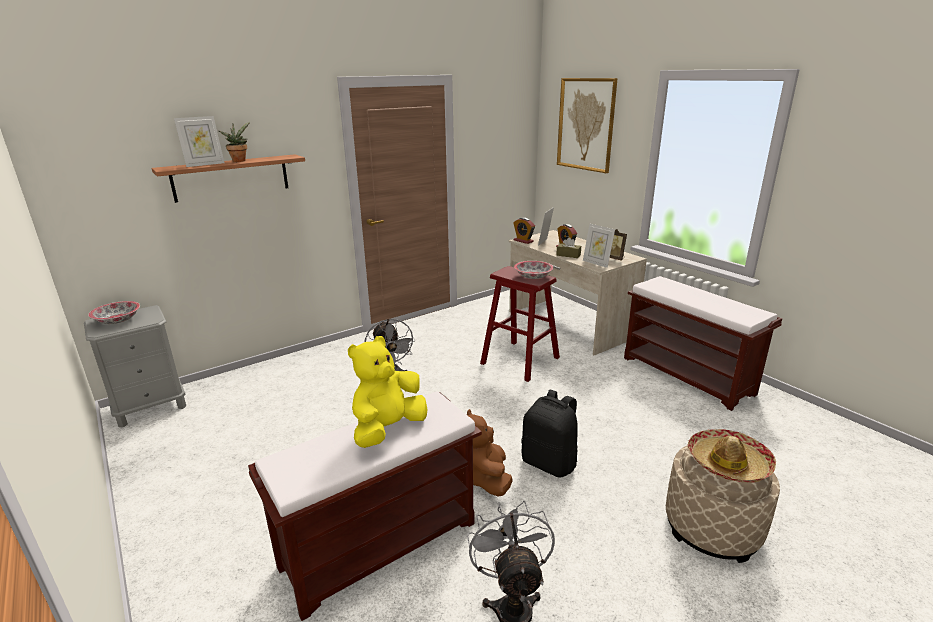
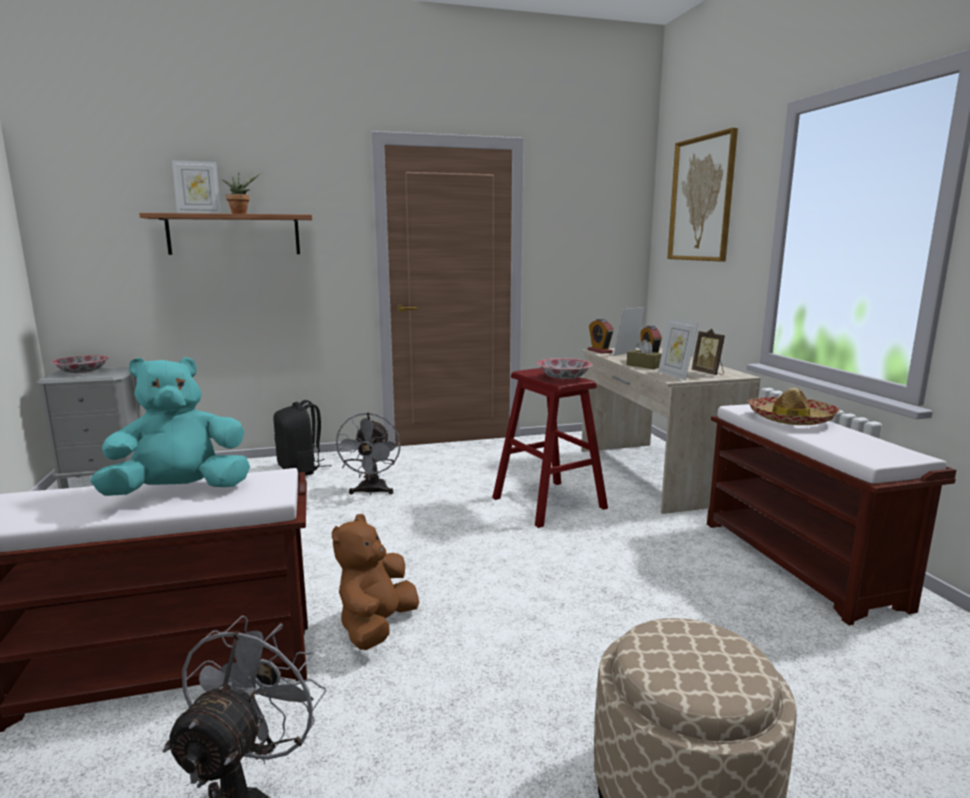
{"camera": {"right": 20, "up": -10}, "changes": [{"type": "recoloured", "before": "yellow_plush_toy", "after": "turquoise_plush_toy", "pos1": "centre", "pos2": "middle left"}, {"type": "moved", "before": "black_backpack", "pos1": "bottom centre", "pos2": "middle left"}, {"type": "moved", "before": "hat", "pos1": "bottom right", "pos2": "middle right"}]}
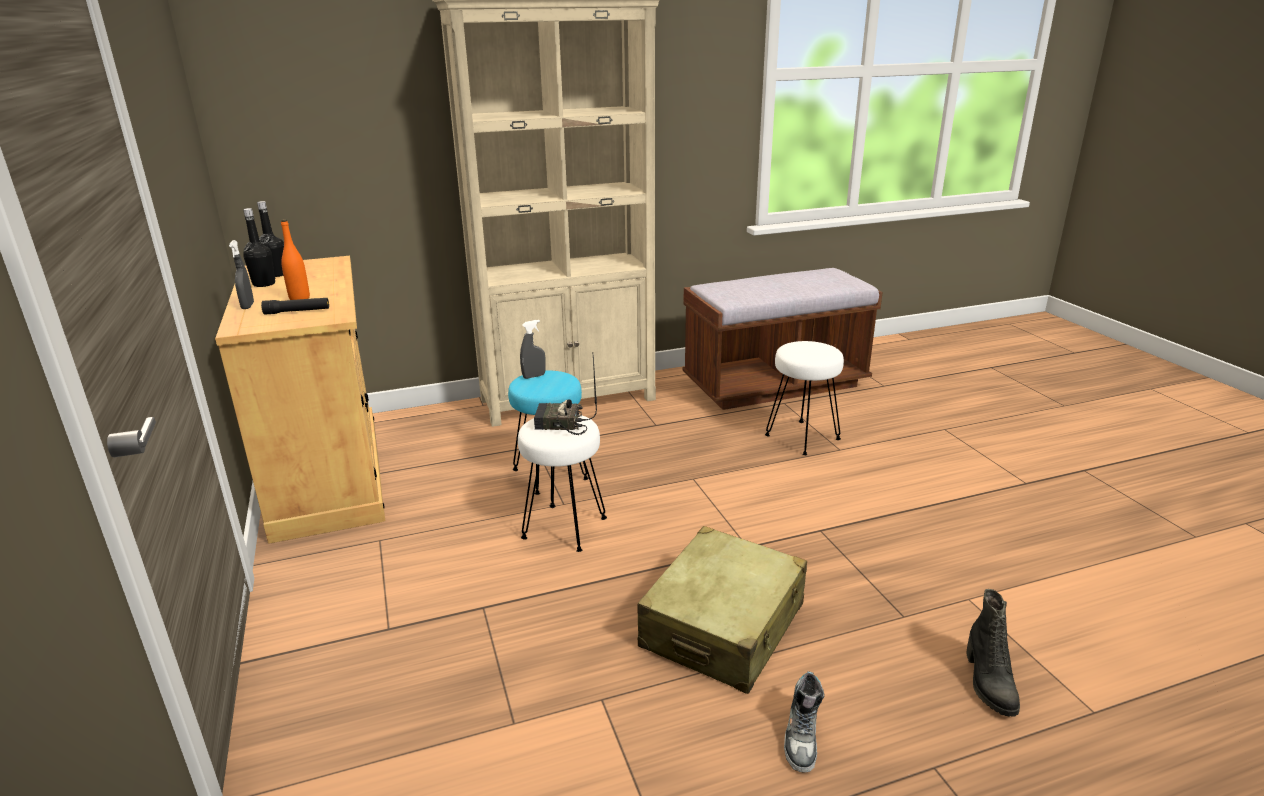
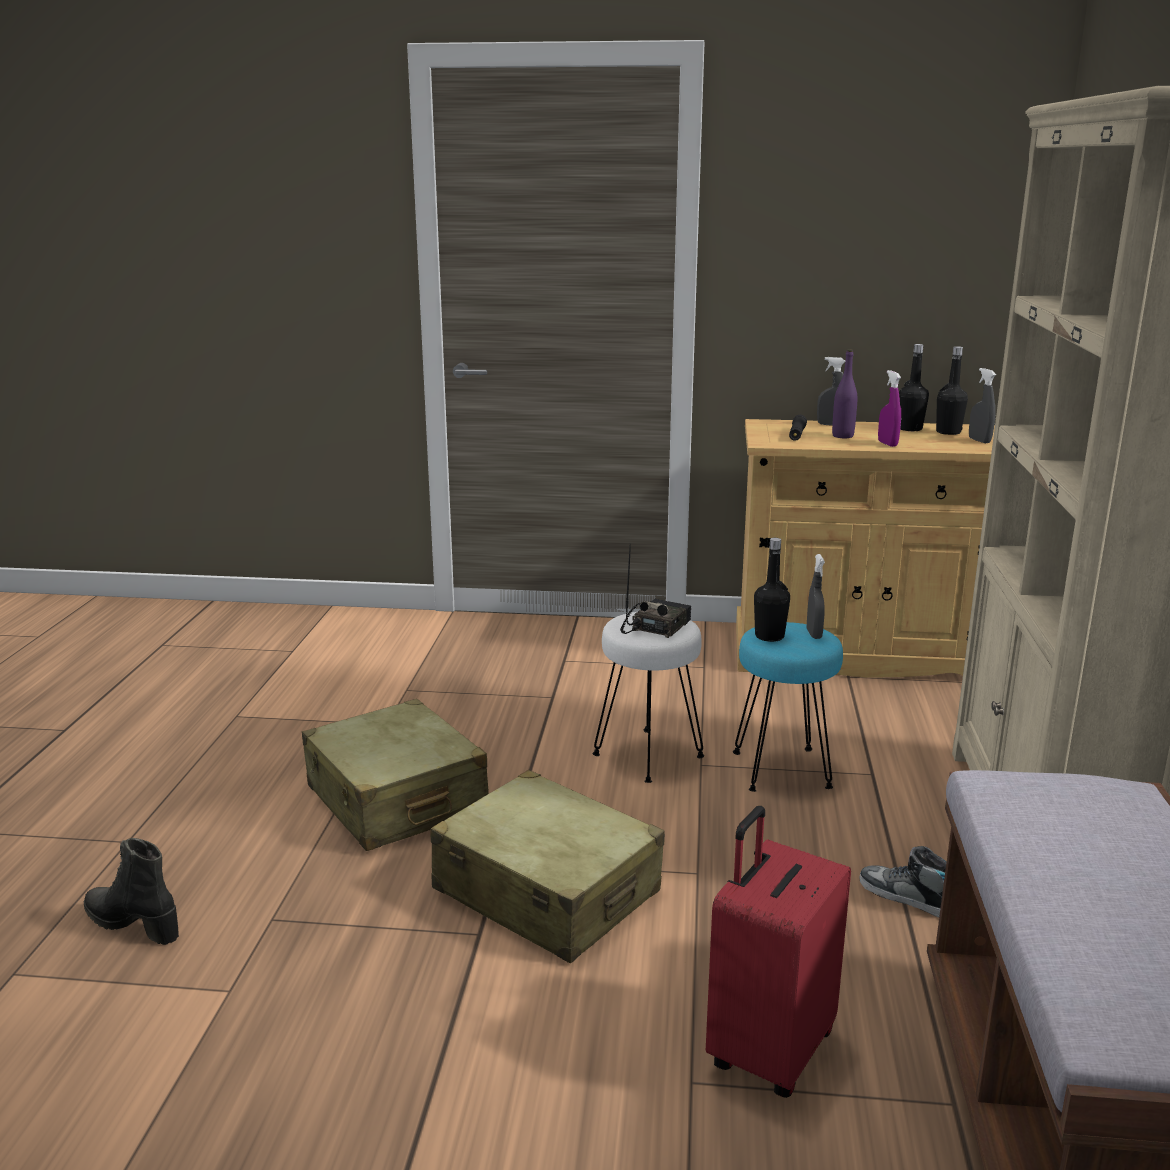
{"camera": {"right": 115, "up": -5}, "changes": [{"type": "added", "after": "beige_suitcase (2nd from left)", "pos2": "bottom centre"}, {"type": "replaced", "before": "white_stool (2nd from left)", "after": "red_suitcase", "pos1": "centre", "pos2": "bottom centre"}, {"type": "added", "after": "black_bottle (1st from left)", "pos2": "centre"}, {"type": "recoloured", "before": "orange_bottle", "after": "purple_bottle", "pos1": "top left", "pos2": "middle right"}, {"type": "moved", "before": "shoe", "pos1": "bottom centre", "pos2": "bottom right"}, {"type": "added", "after": "purple_spray_bottle", "pos2": "middle right"}, {"type": "added", "after": "grey_spray_bottle (3rd from left)", "pos2": "middle right"}]}
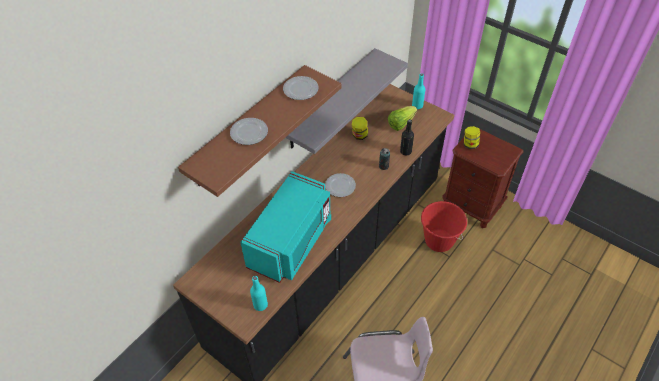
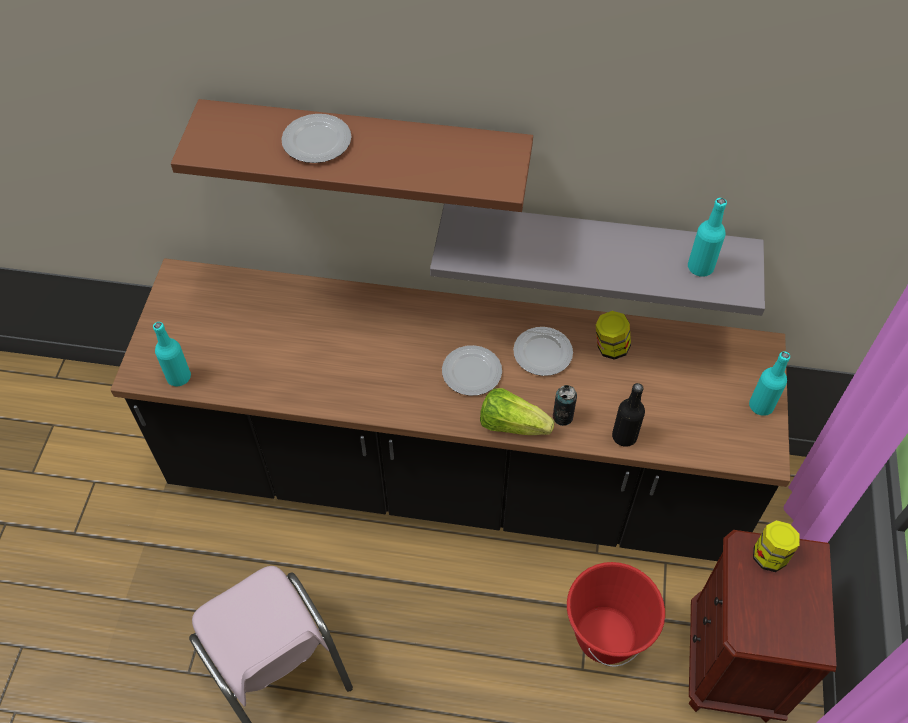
{"camera": {"right": 60, "up": 5}, "changes": [{"type": "moved", "before": "lettuce", "pos1": "top centre", "pos2": "centre"}, {"type": "moved", "before": "plate (2nd from left in the first image)", "after": "plate (3rd from left)", "pos1": "top centre", "pos2": "centre"}, {"type": "added", "after": "turquoise_bottle (2nd from left)", "pos2": "top right"}, {"type": "removed", "before": "turquoise_microwave", "pos1": "centre"}]}
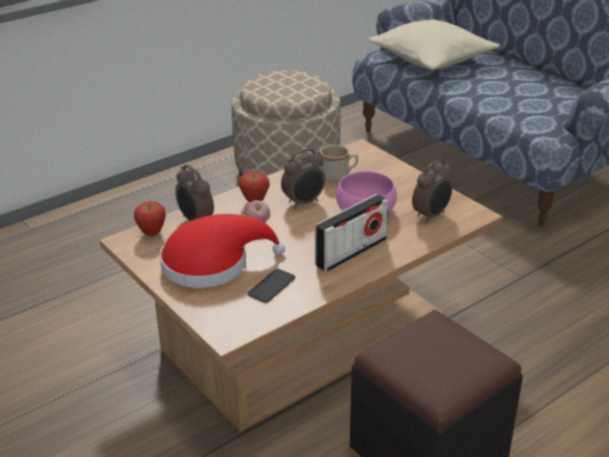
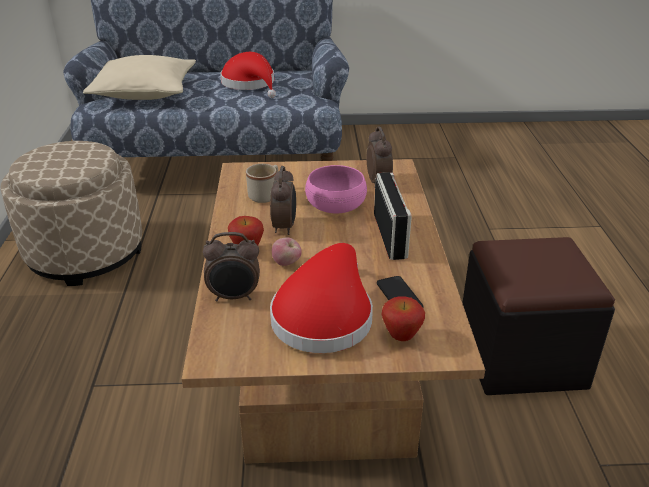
{"camera": {"right": -55, "up": 0}, "changes": [{"type": "added", "after": "red_hat (1st from left)", "pos2": "top centre"}, {"type": "moved", "before": "apple (1st from left in the first image)", "after": "apple (3rd from left)", "pos1": "middle left", "pos2": "centre"}]}
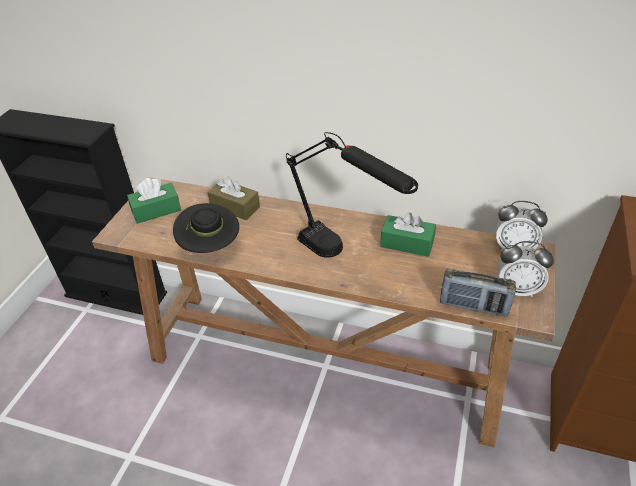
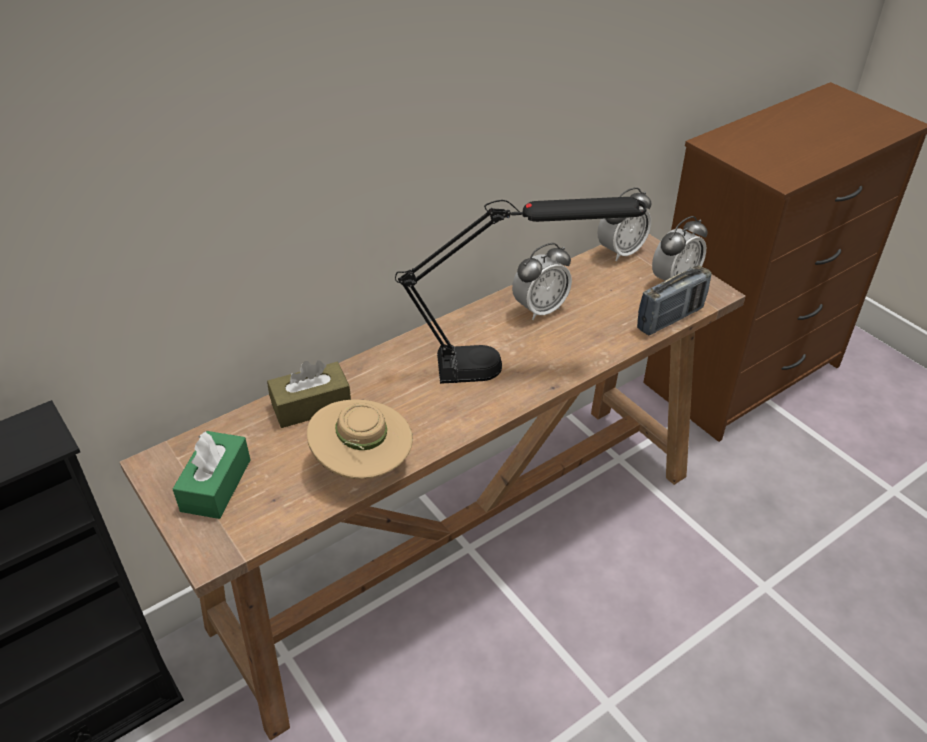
{"camera": {"right": -55, "up": 0}, "changes": [{"type": "recoloured", "before": "black_hat", "after": "beige_hat", "pos1": "middle left", "pos2": "centre"}, {"type": "replaced", "before": "green_tissue_box (2nd from left)", "after": "alarm_clock (1st from left)", "pos1": "centre", "pos2": "centre"}]}
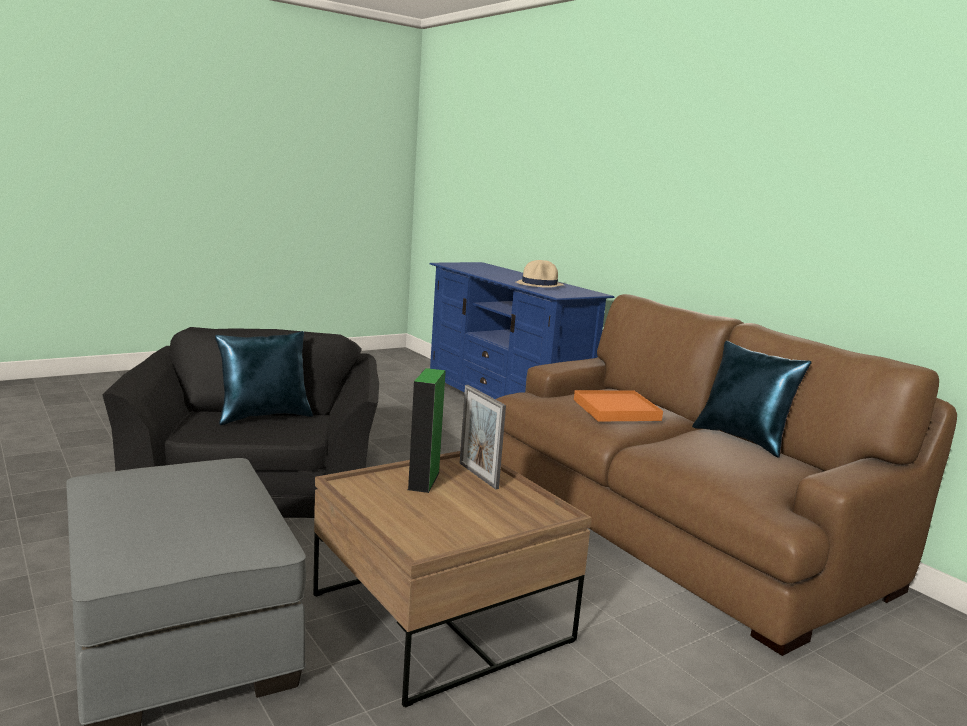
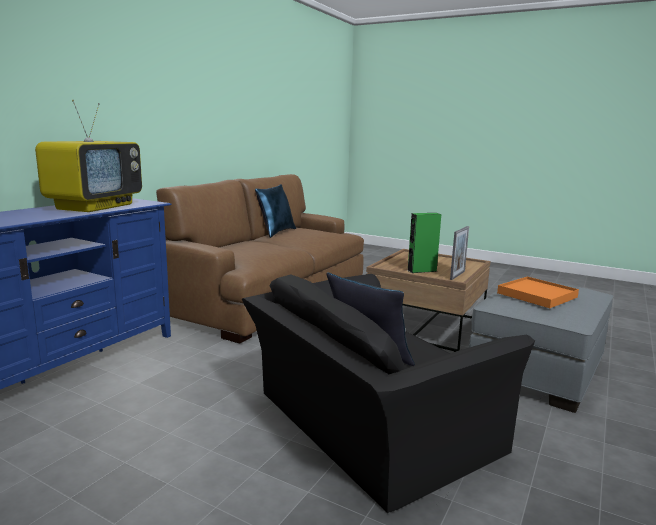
{"camera": {"right": -115, "up": 0}, "changes": [{"type": "replaced", "before": "beige_hat", "after": "television", "pos1": "centre", "pos2": "top left"}, {"type": "moved", "before": "picture_frame", "pos1": "centre", "pos2": "middle right"}, {"type": "moved", "before": "orange_tray", "pos1": "centre", "pos2": "middle right"}]}
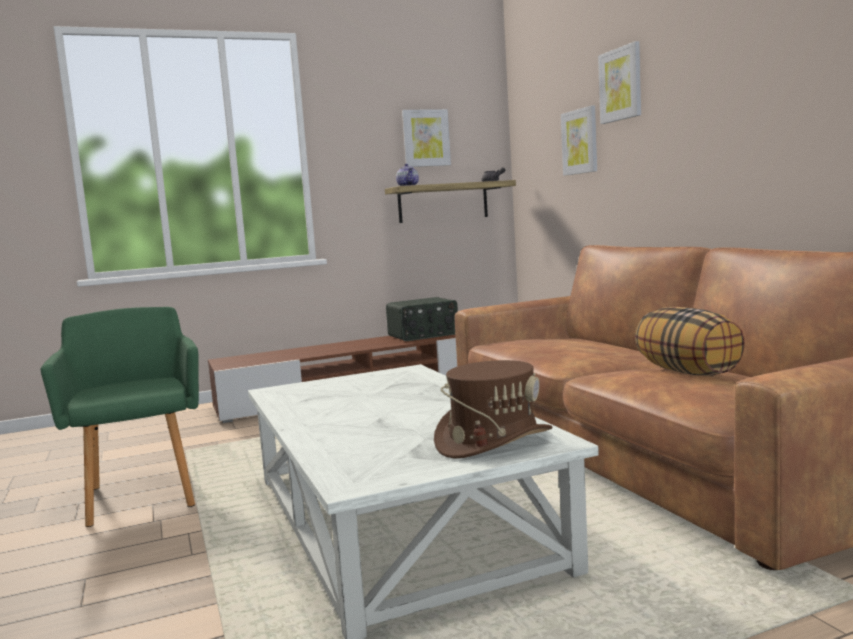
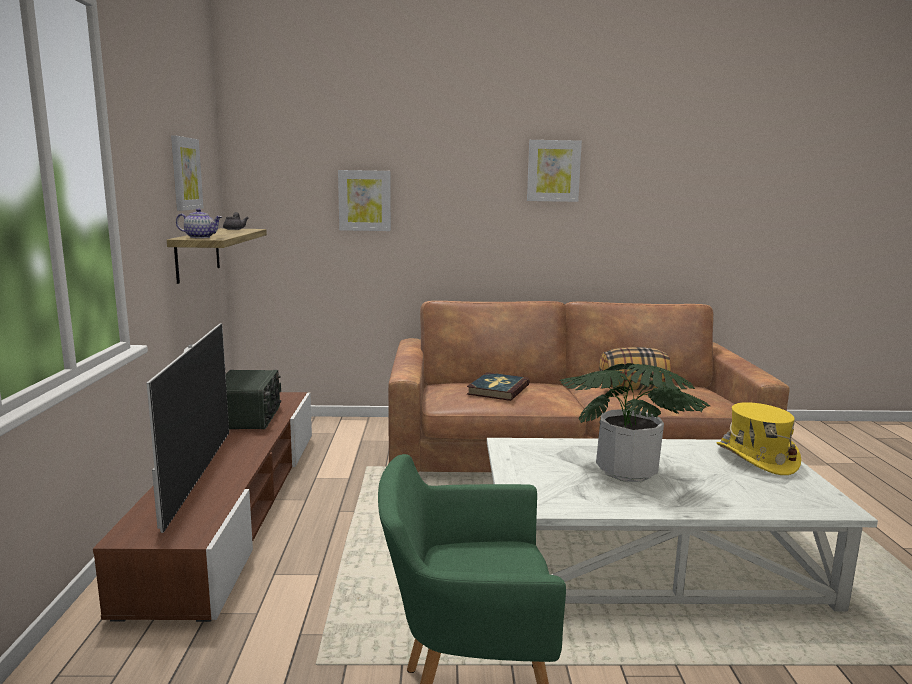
{"camera": {"right": -70, "up": 5}, "changes": [{"type": "added", "after": "television", "pos2": "middle left"}, {"type": "added", "after": "book", "pos2": "centre"}, {"type": "moved", "before": "picture (3rd from left)", "pos1": "top right", "pos2": "top centre"}, {"type": "added", "after": "potted_plant", "pos2": "middle right"}, {"type": "recoloured", "before": "brown_hat", "after": "yellow_hat", "pos1": "centre", "pos2": "middle right"}]}
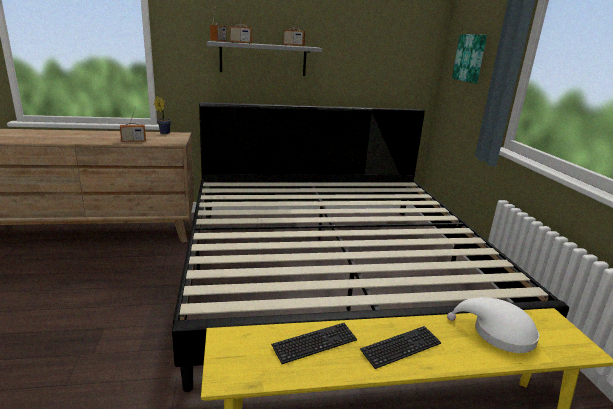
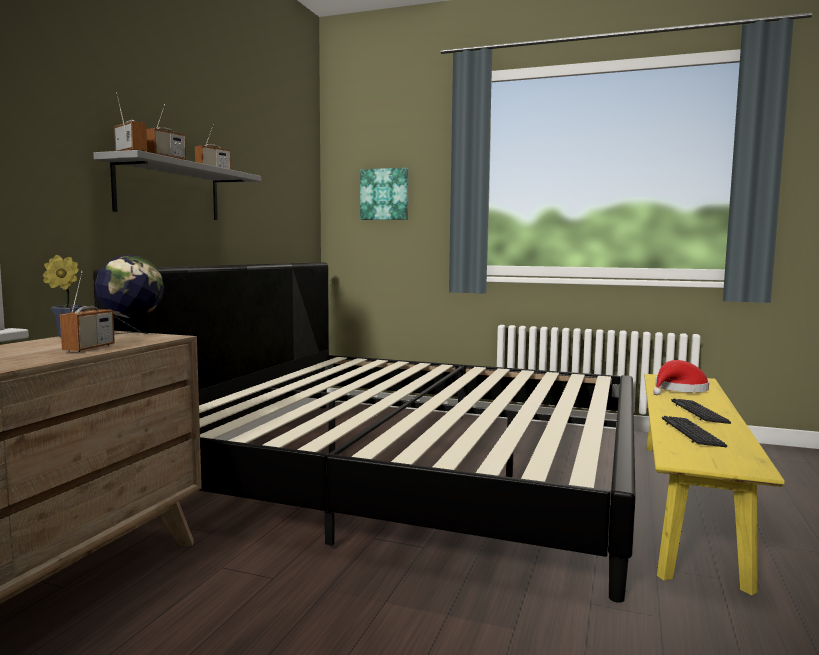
{"camera": {"right": -60, "up": -15}, "changes": [{"type": "added", "after": "globe", "pos2": "middle left"}, {"type": "recoloured", "before": "white_hat", "after": "red_hat", "pos1": "bottom right", "pos2": "middle right"}]}
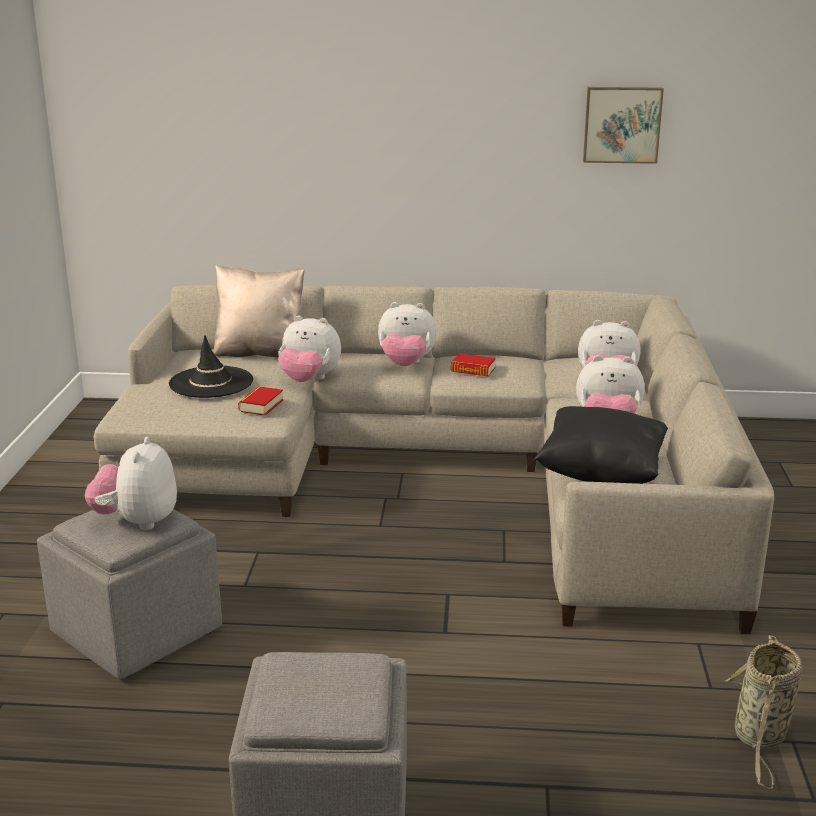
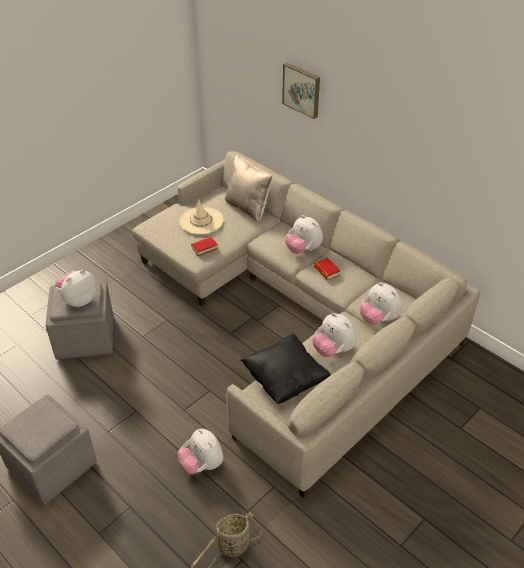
{"camera": {"right": 40, "up": 20}, "changes": [{"type": "moved", "before": "plush_toy (2nd from left)", "pos1": "centre", "pos2": "bottom centre"}, {"type": "recoloured", "before": "black_hat", "after": "beige_hat", "pos1": "middle left", "pos2": "centre"}, {"type": "moved", "before": "picture", "pos1": "top right", "pos2": "top centre"}]}
